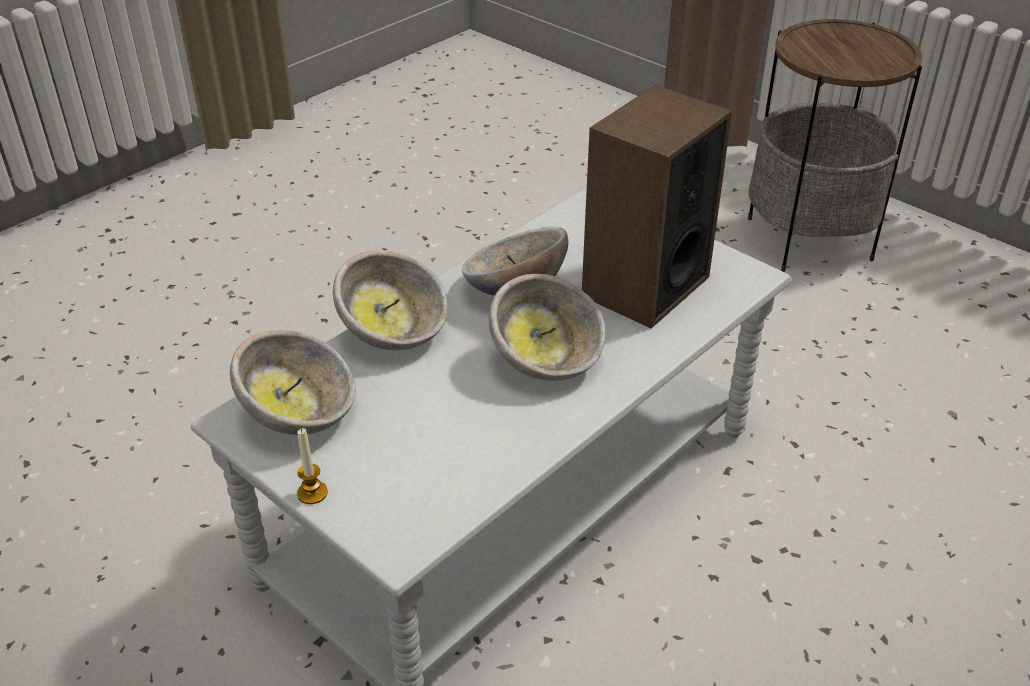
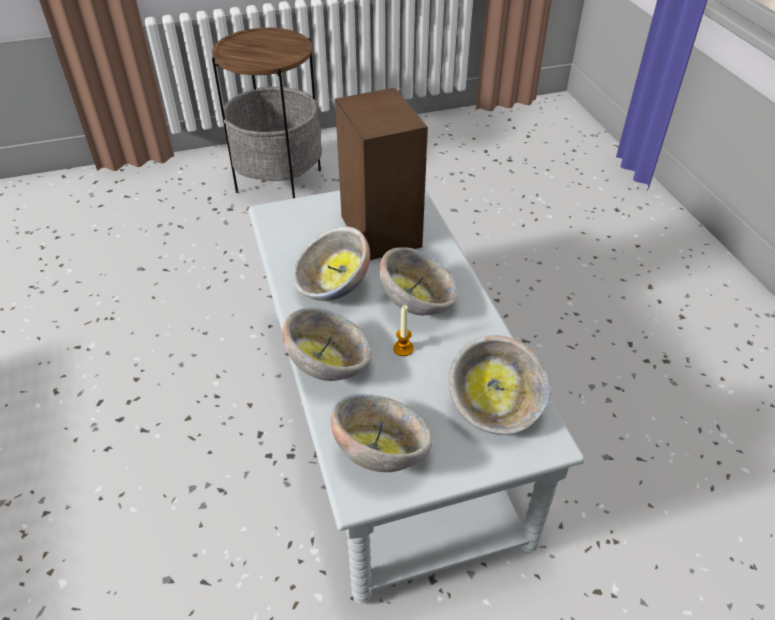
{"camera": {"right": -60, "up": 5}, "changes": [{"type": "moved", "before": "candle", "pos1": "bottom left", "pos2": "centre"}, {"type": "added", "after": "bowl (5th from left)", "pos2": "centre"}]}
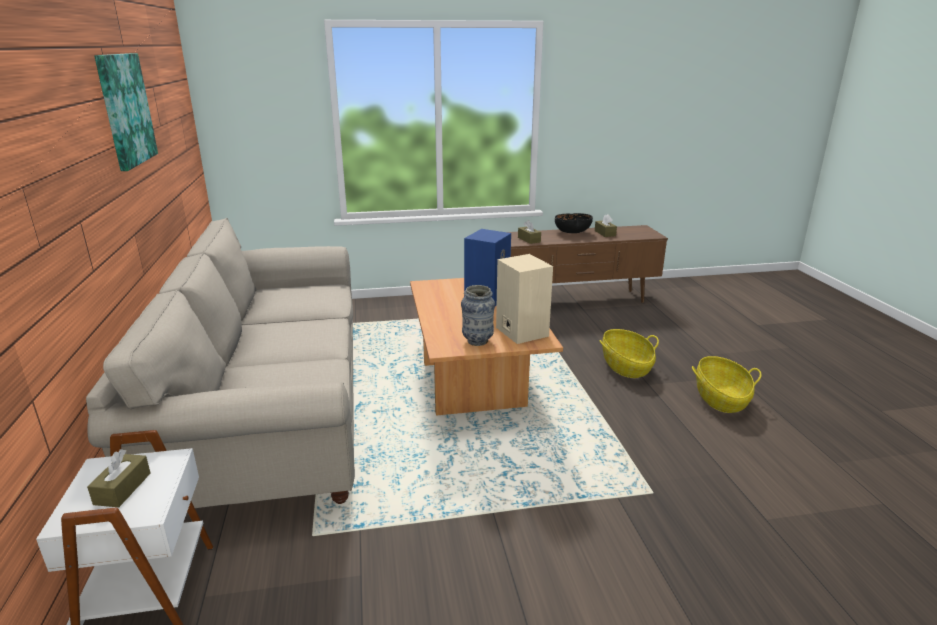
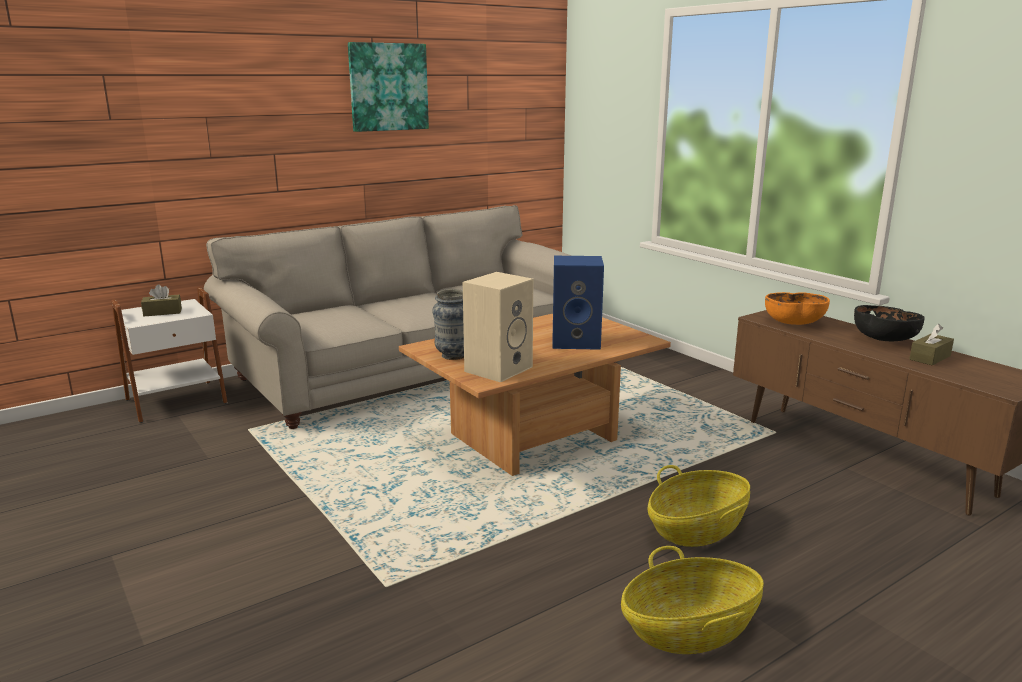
{"camera": {"right": 65, "up": -5}, "changes": [{"type": "replaced", "before": "brown_tissue_box (2nd from left)", "after": "orange_bowl", "pos1": "centre", "pos2": "middle right"}]}
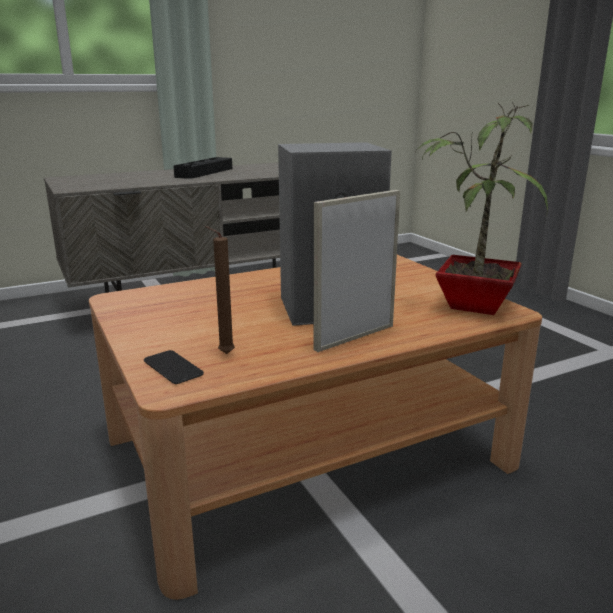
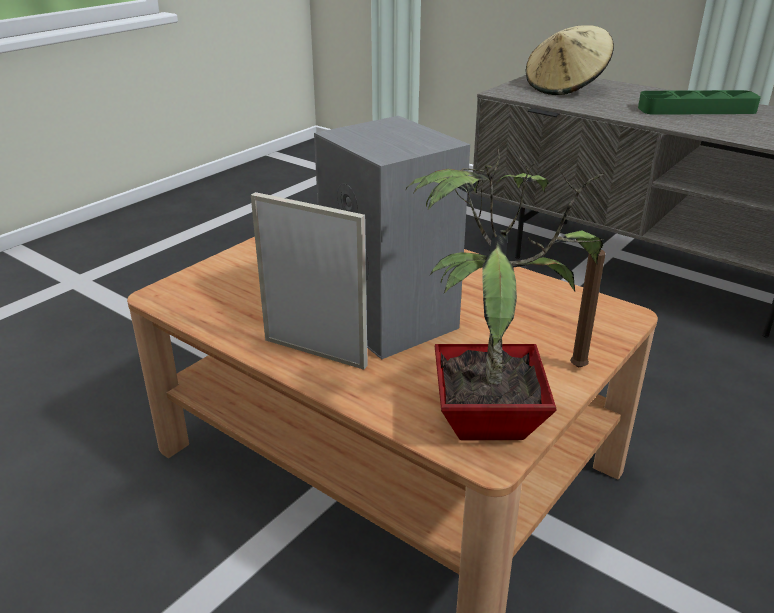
{"camera": {"right": 65, "up": 10}, "changes": [{"type": "added", "after": "beige_hat", "pos2": "top right"}, {"type": "moved", "before": "brown_candle", "pos1": "centre", "pos2": "middle right"}, {"type": "recoloured", "before": "black_tray", "after": "green_tray", "pos1": "top left", "pos2": "top right"}, {"type": "removed", "before": "phone", "pos1": "middle left"}]}
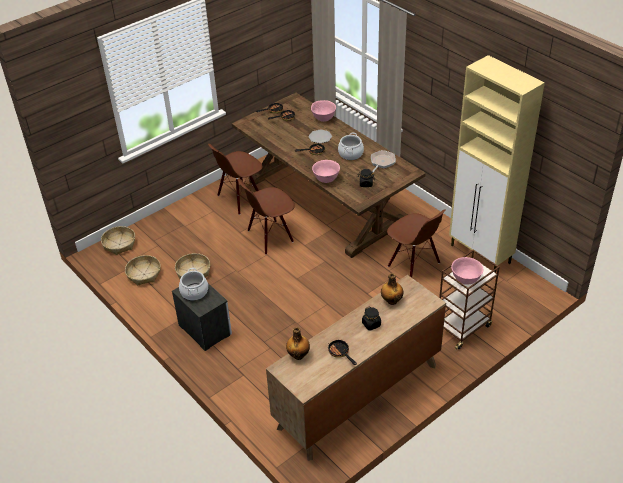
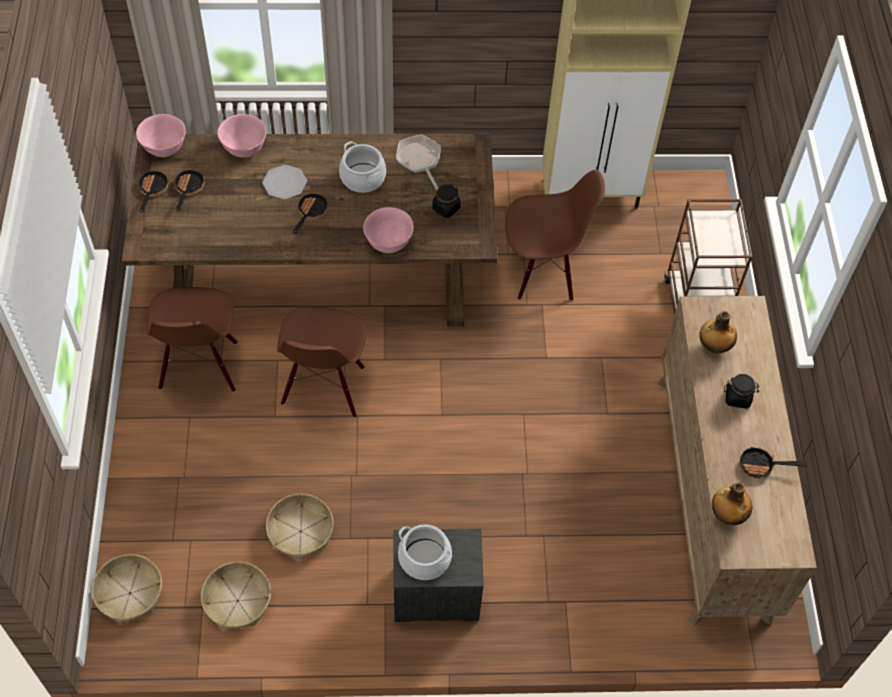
{"camera": {"right": -55, "up": 15}, "changes": [{"type": "moved", "before": "pink_bowl (3rd from left in the first image)", "after": "pink_bowl (1st from left)", "pos1": "middle right", "pos2": "top left"}]}
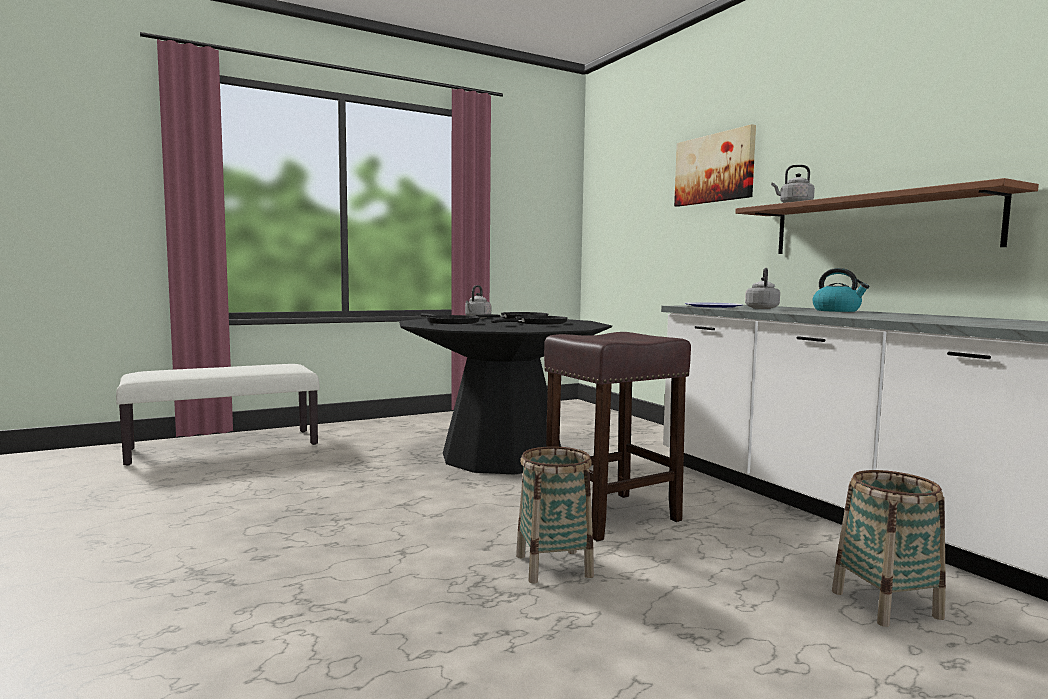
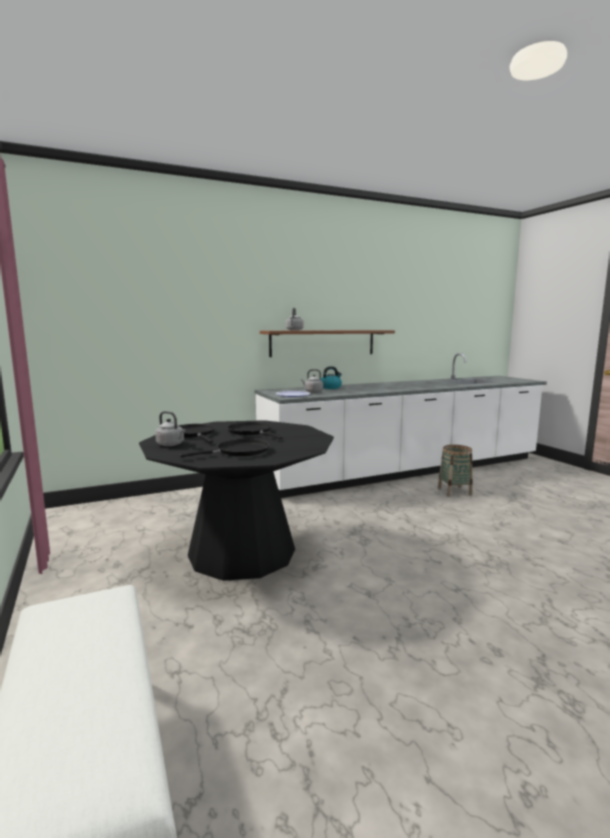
{"camera": {"right": -85, "up": 5}, "changes": [{"type": "removed", "before": "basket (1st from left)", "pos1": "bottom centre"}, {"type": "removed", "before": "brown_stool", "pos1": "centre"}, {"type": "removed", "before": "picture", "pos1": "top right"}]}
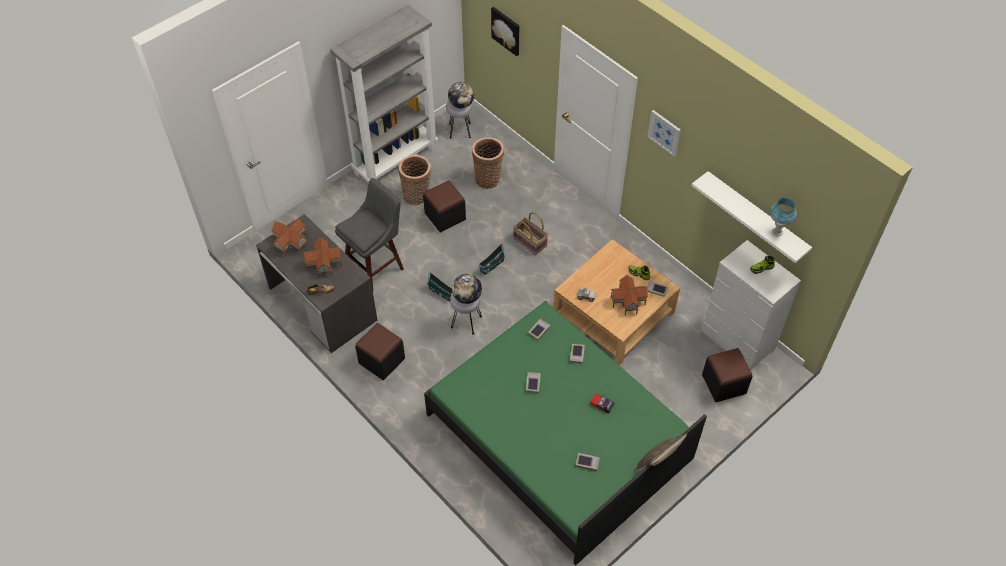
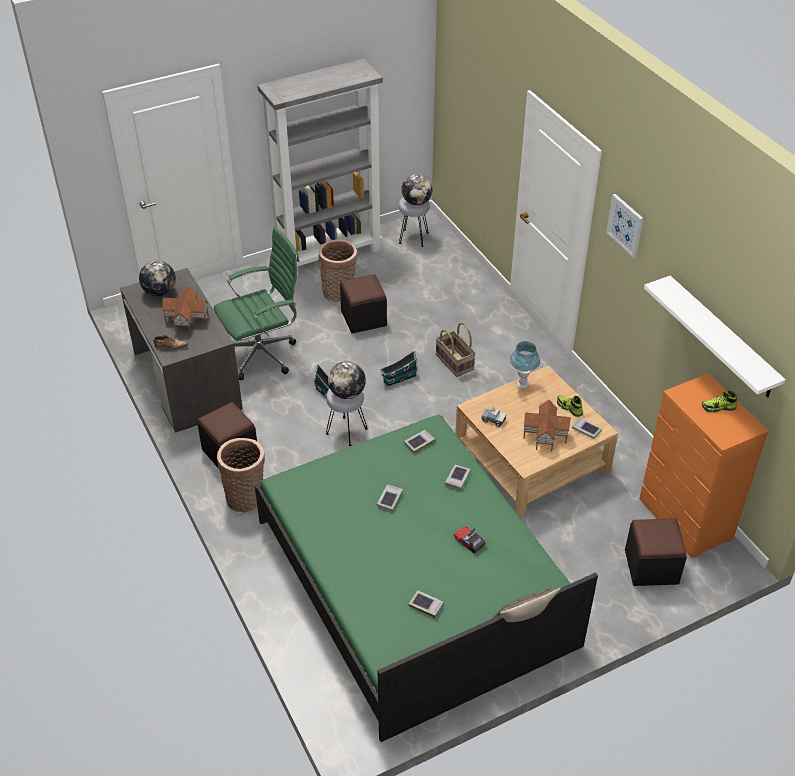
{"camera": {"right": 15, "up": -10}, "changes": [{"type": "replaced", "before": "toy_house (1st from left)", "after": "globe (1st from left)", "pos1": "middle left", "pos2": "middle left"}, {"type": "replaced", "before": "grey_stool (1st from left)", "after": "green_office_chair", "pos1": "centre", "pos2": "middle left"}, {"type": "moved", "before": "basket (2nd from left in the first image)", "after": "basket (1st from left)", "pos1": "top centre", "pos2": "middle left"}, {"type": "moved", "before": "blue_table_lamp", "pos1": "middle right", "pos2": "centre"}, {"type": "recoloured", "before": "white_dresser", "after": "orange_dresser", "pos1": "middle right", "pos2": "middle right"}, {"type": "removed", "before": "picture (1st from left)", "pos1": "top centre"}]}
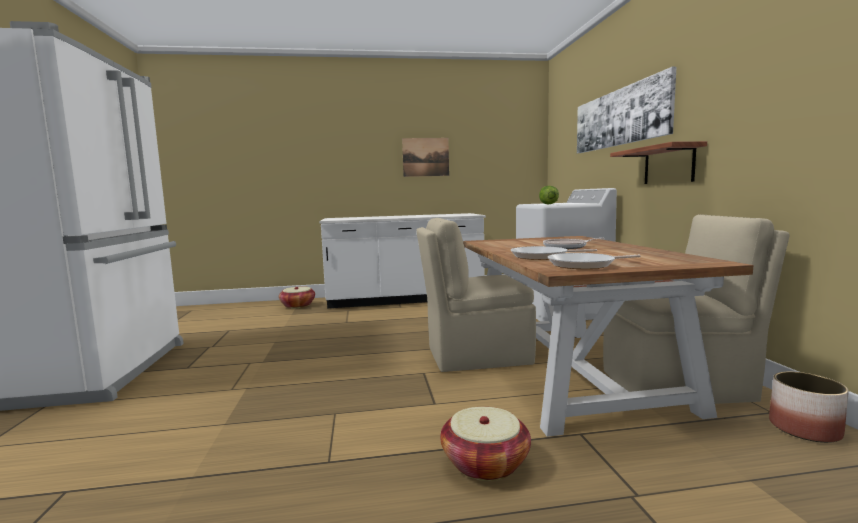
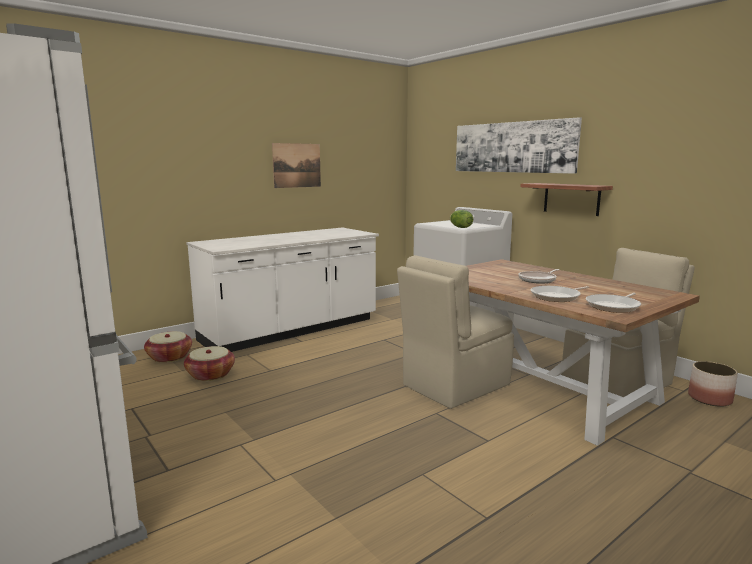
{"camera": {"right": -30, "up": 5}, "changes": [{"type": "moved", "before": "basket (2nd from left)", "pos1": "bottom centre", "pos2": "middle left"}]}
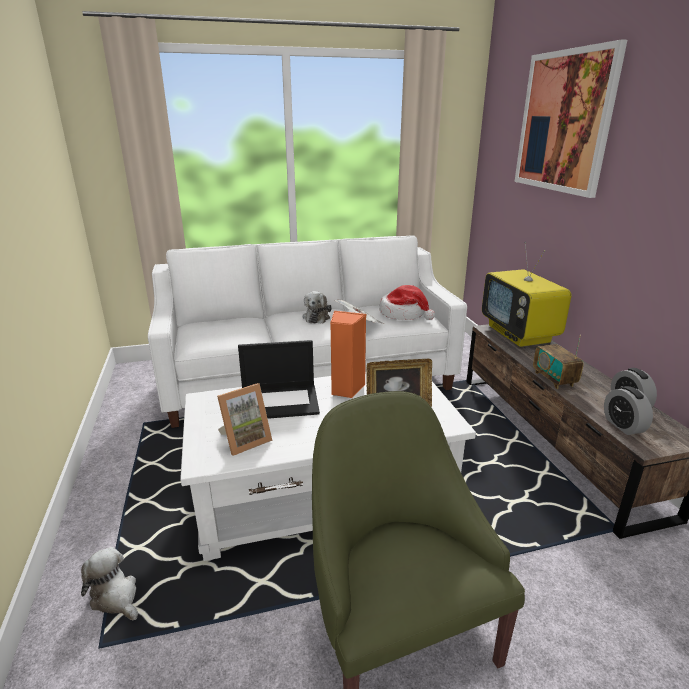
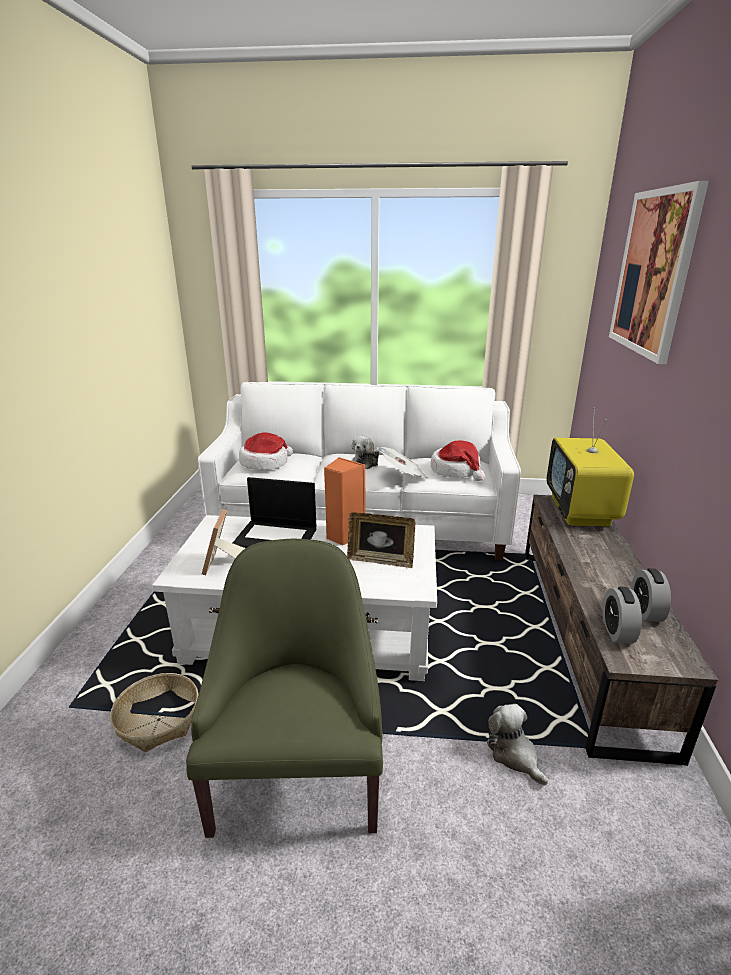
{"camera": {"right": 20, "up": 0}, "changes": [{"type": "added", "after": "basket", "pos2": "bottom left"}, {"type": "turned", "before": "picture_frame (1st from left)", "pos1": "centre", "pos2": "middle left", "turn": 105}, {"type": "added", "after": "hat (1st from left)", "pos2": "centre"}, {"type": "moved", "before": "plush_toy (1st from left in the first image)", "after": "plush_toy (2nd from left)", "pos1": "bottom left", "pos2": "bottom right"}, {"type": "removed", "before": "radio", "pos1": "middle right"}]}
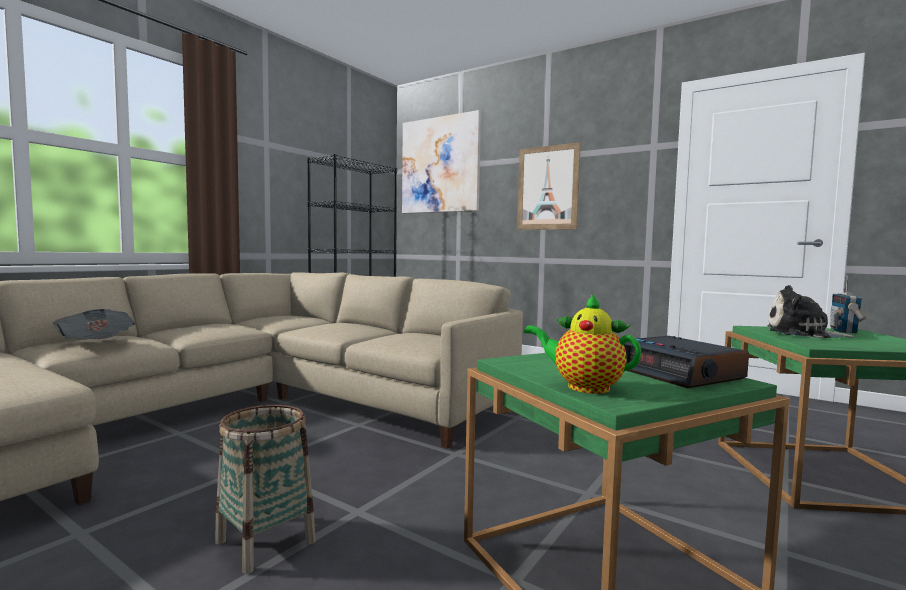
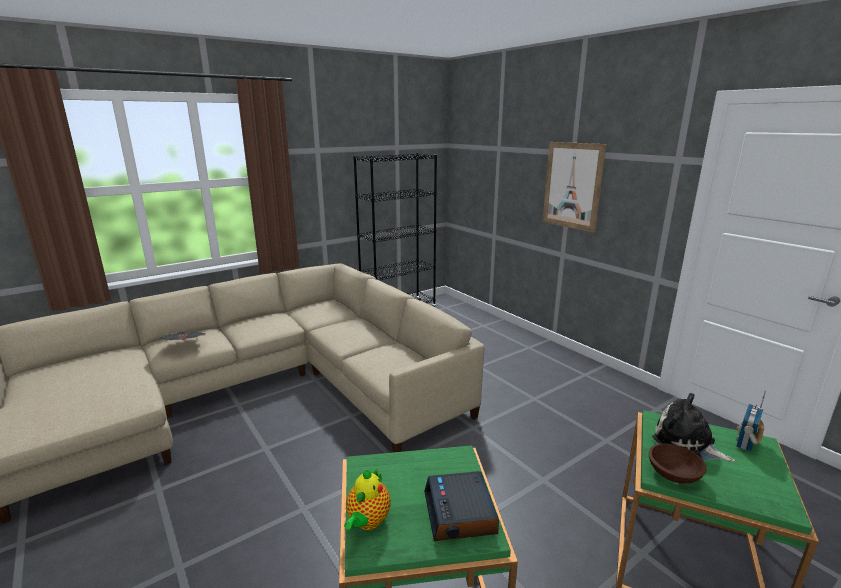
{"camera": {"right": 20, "up": 15}, "changes": [{"type": "turned", "before": "teapot", "pos1": "centre", "pos2": "bottom centre", "turn": -120}, {"type": "added", "after": "brown_bowl", "pos2": "bottom right"}, {"type": "removed", "before": "basket", "pos1": "bottom left"}, {"type": "removed", "before": "picture (1st from left)", "pos1": "top centre"}]}
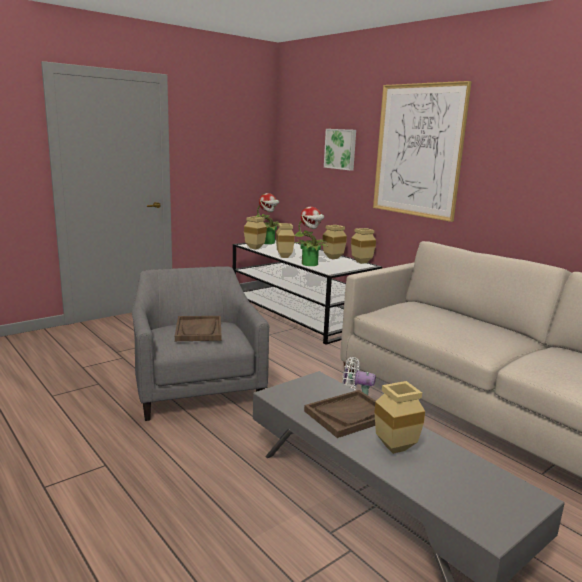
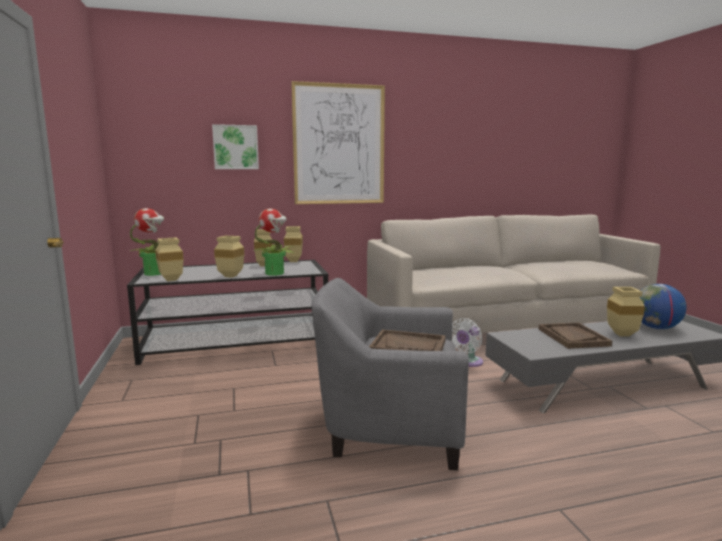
{"camera": {"right": -65, "up": -5}, "changes": [{"type": "added", "after": "globe", "pos2": "middle right"}]}
